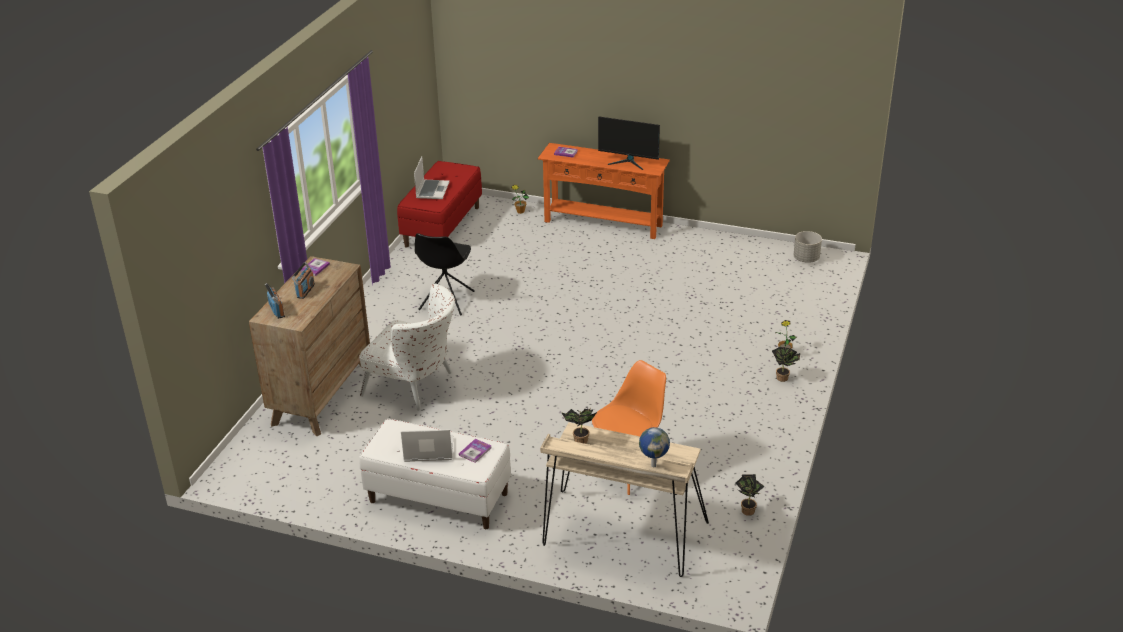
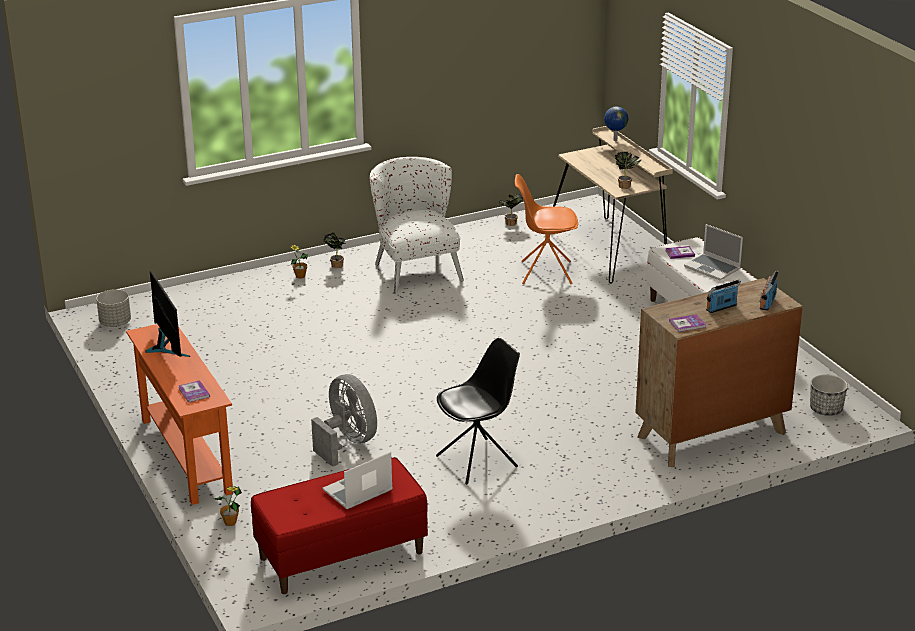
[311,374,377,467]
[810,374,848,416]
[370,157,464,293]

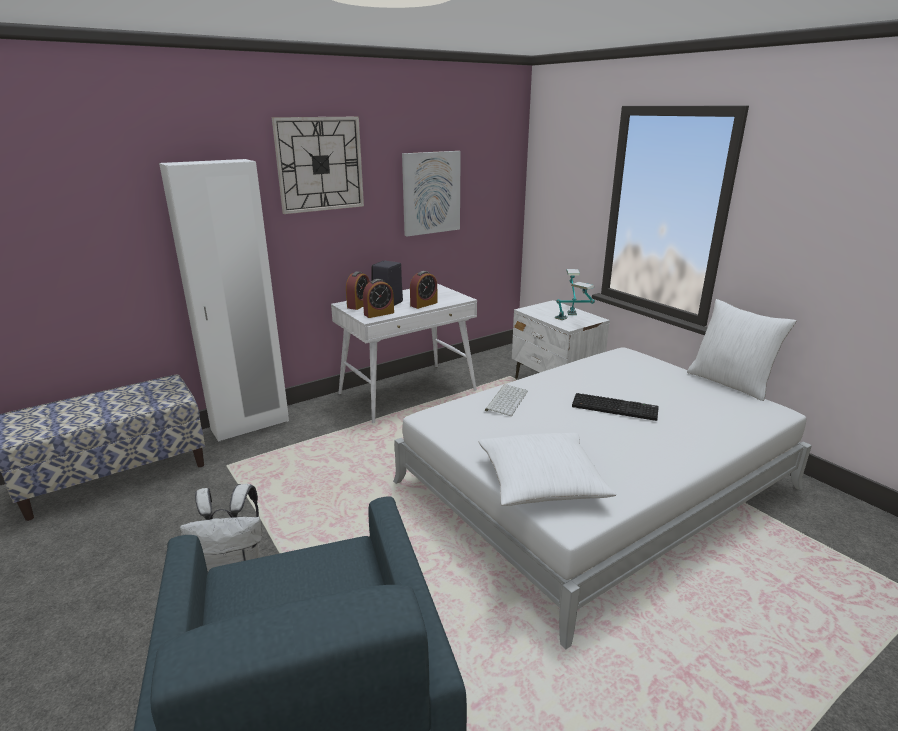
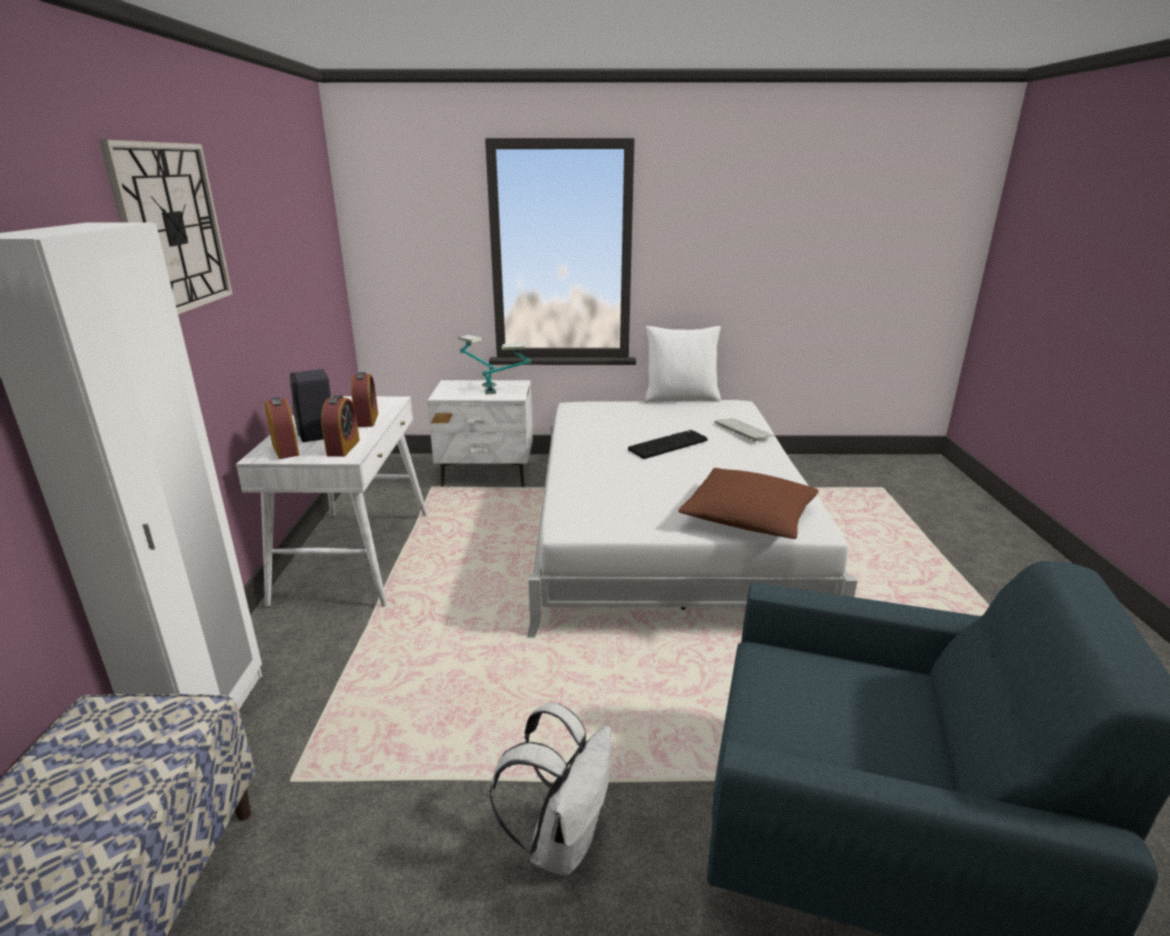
[402,151,461,236] (first image)
[714,418,775,441]
[678,468,819,539]

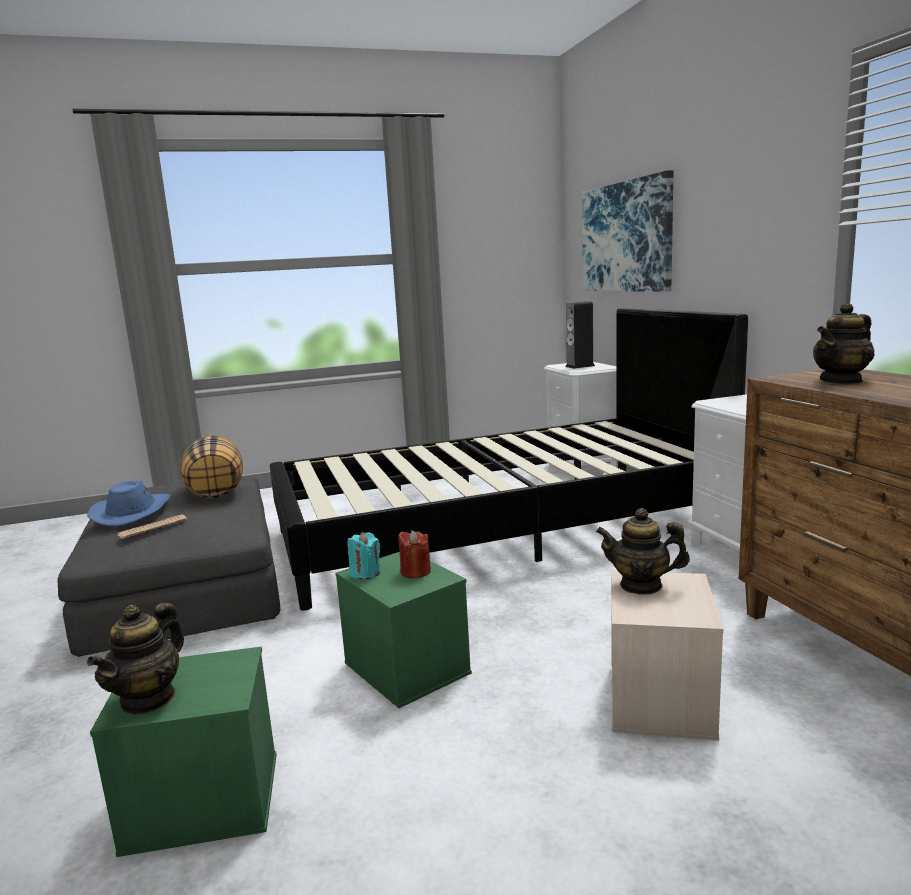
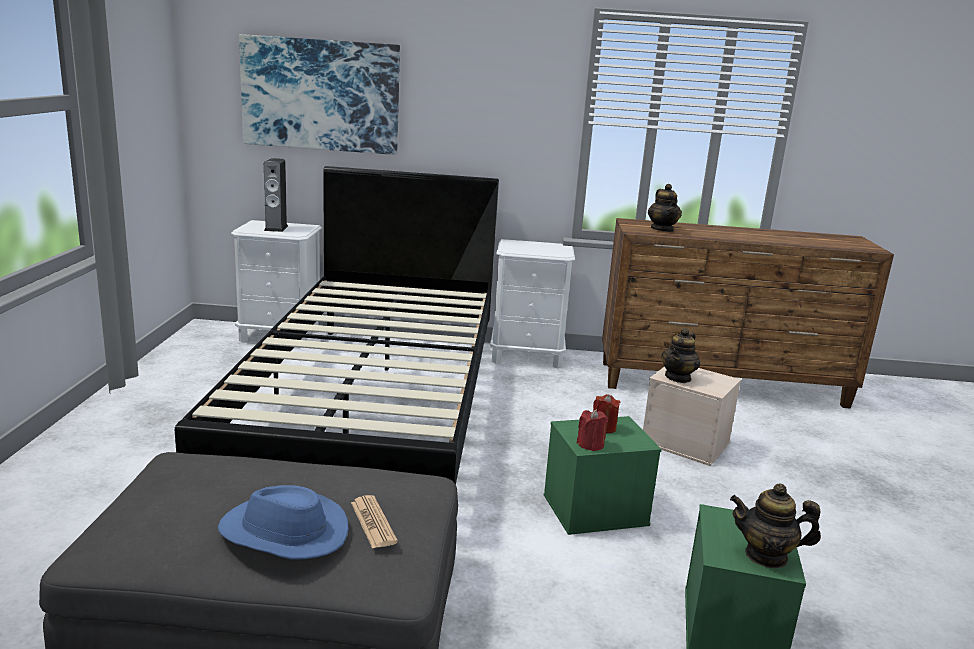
[180,436,243,498] (first image)
[577,409,608,451]
[730,484,821,569]

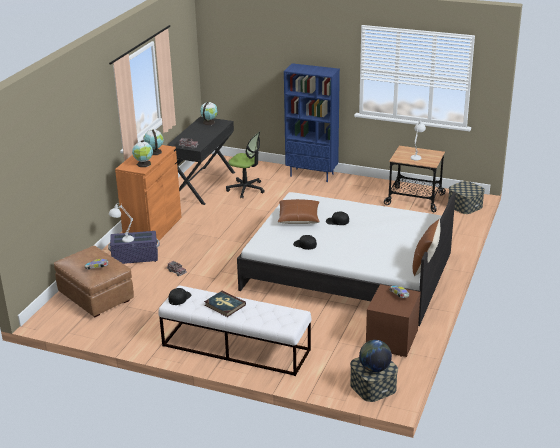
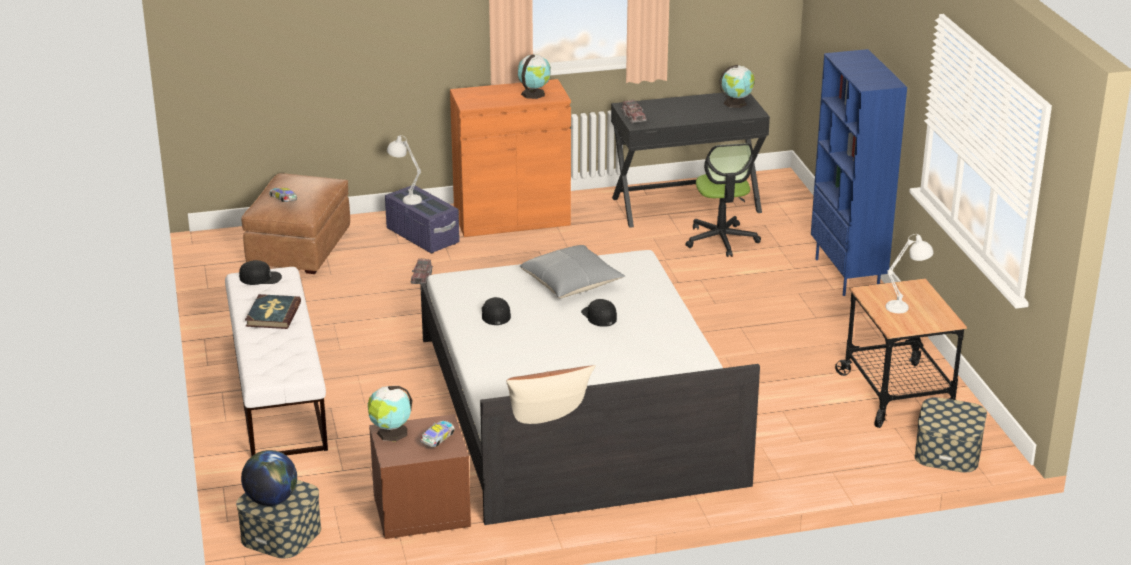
[368,386,412,441]
[520,245,625,298]

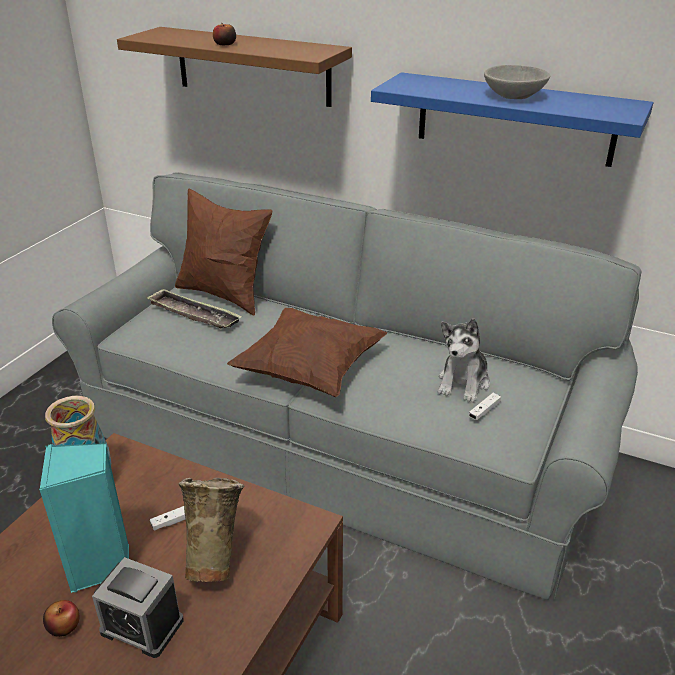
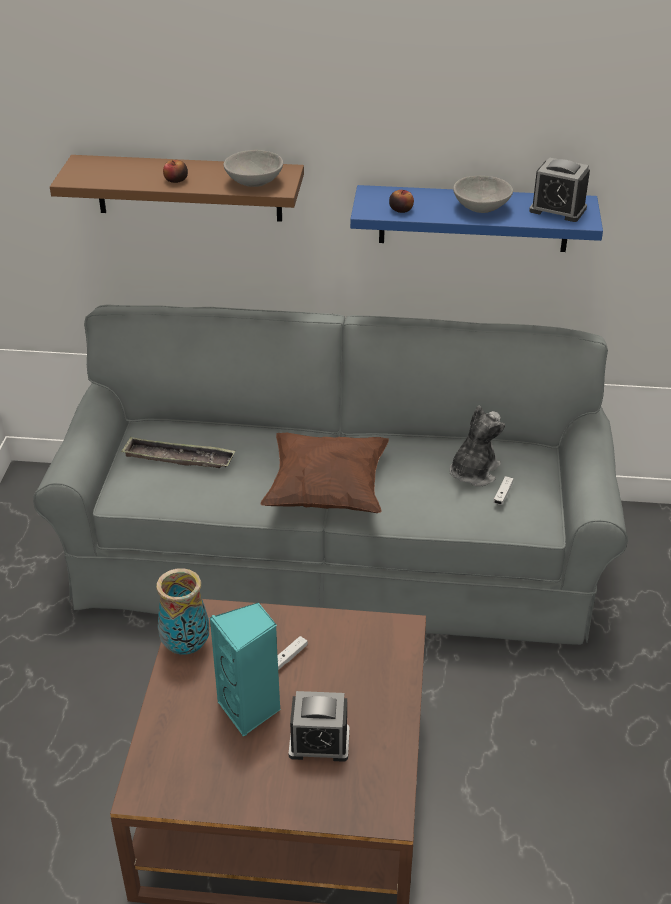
[175,189,272,316] (first image)
[178,478,245,582] (first image)
[224,150,283,187]
[529,157,590,222]
[389,190,414,213]
[449,405,505,487]

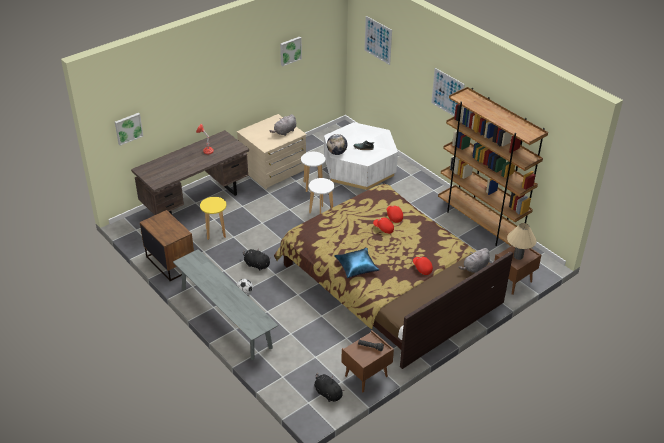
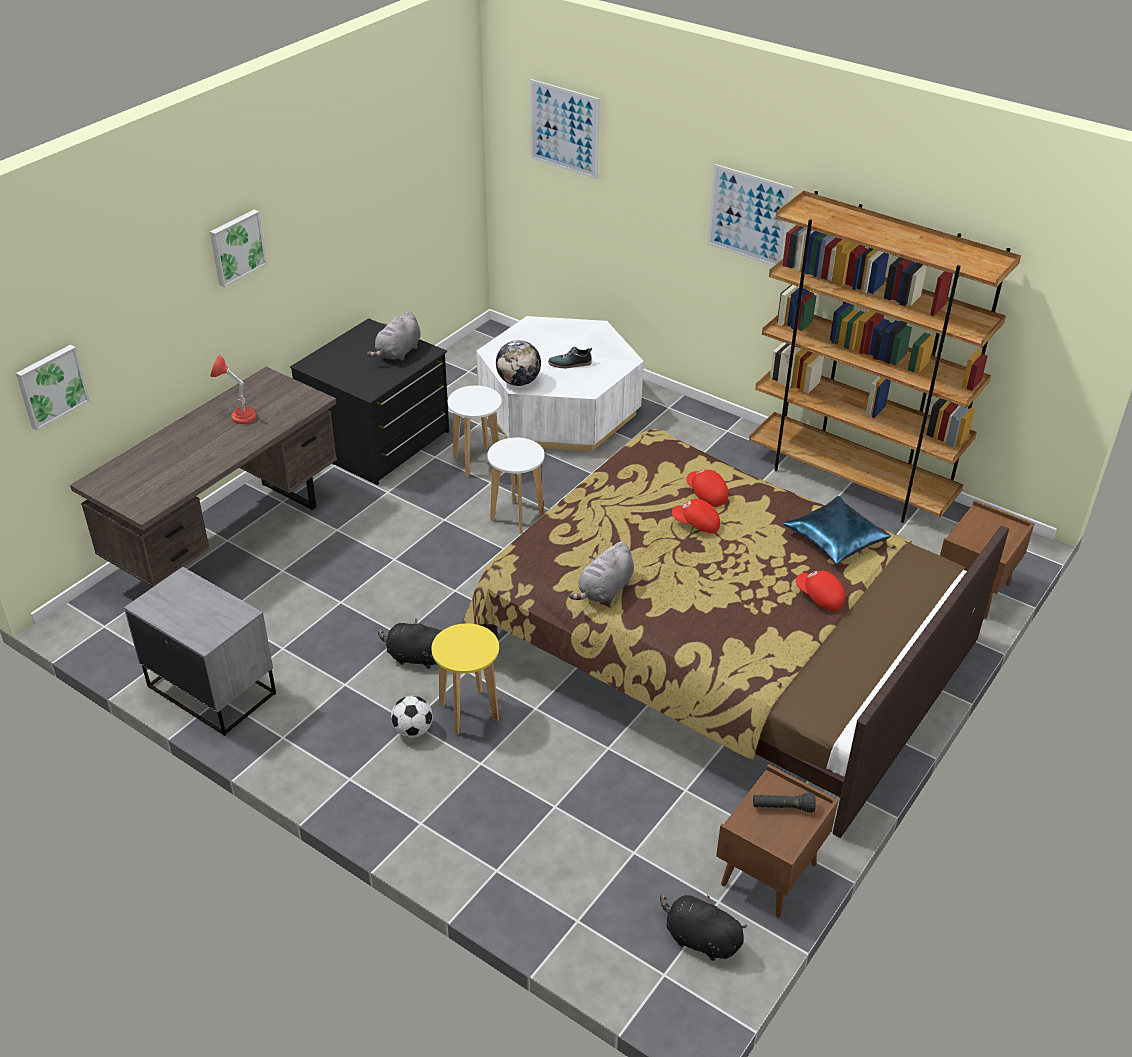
[173,249,278,360] (first image)
[507,223,537,260] (first image)
[431,623,499,735]
[210,210,267,288]
[783,496,891,564]
[569,542,634,603]
[124,567,276,736]
[290,318,449,485]

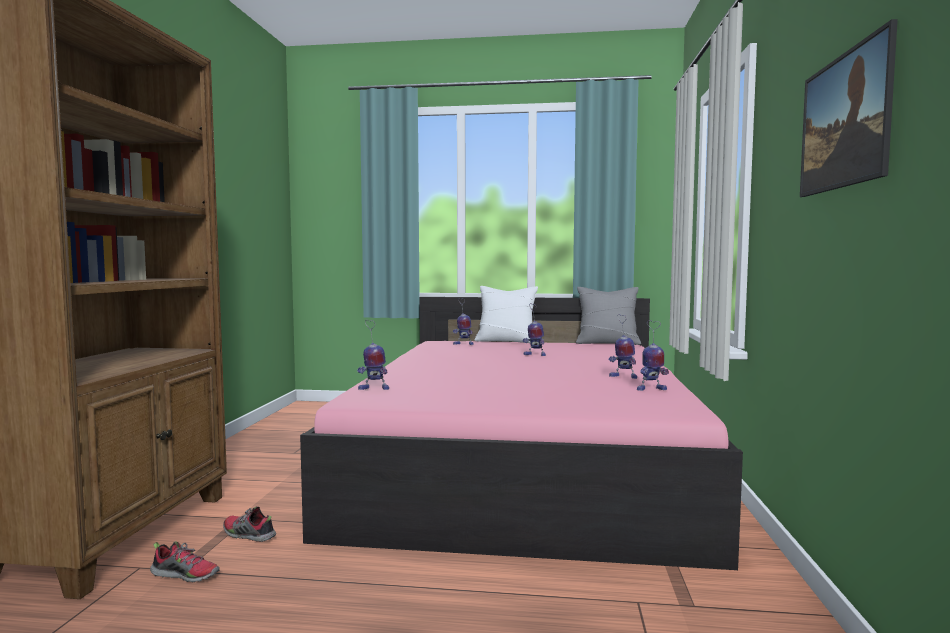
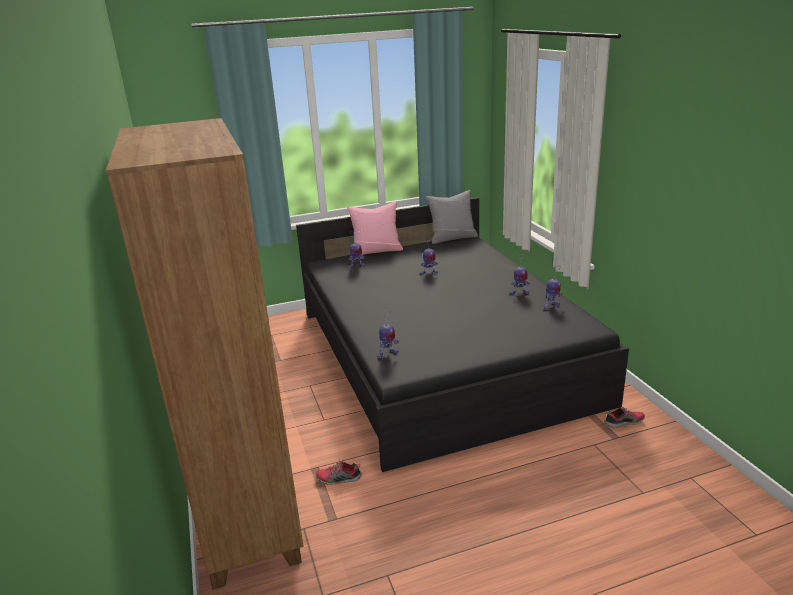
[800,19,898,197] (first image)
[604,406,645,428]
[296,197,629,472]
[347,202,403,255]

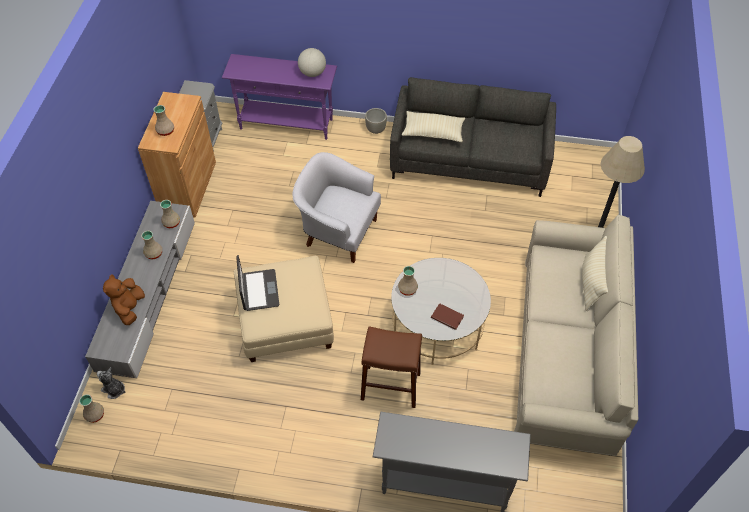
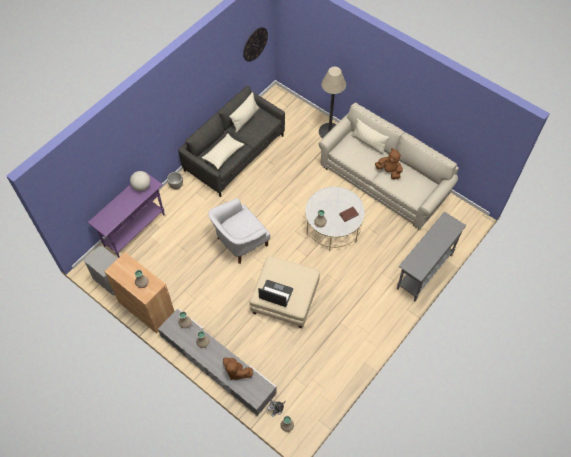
[361,327,422,408] (first image)
[229,92,259,133]
[243,27,268,62]
[375,148,403,180]

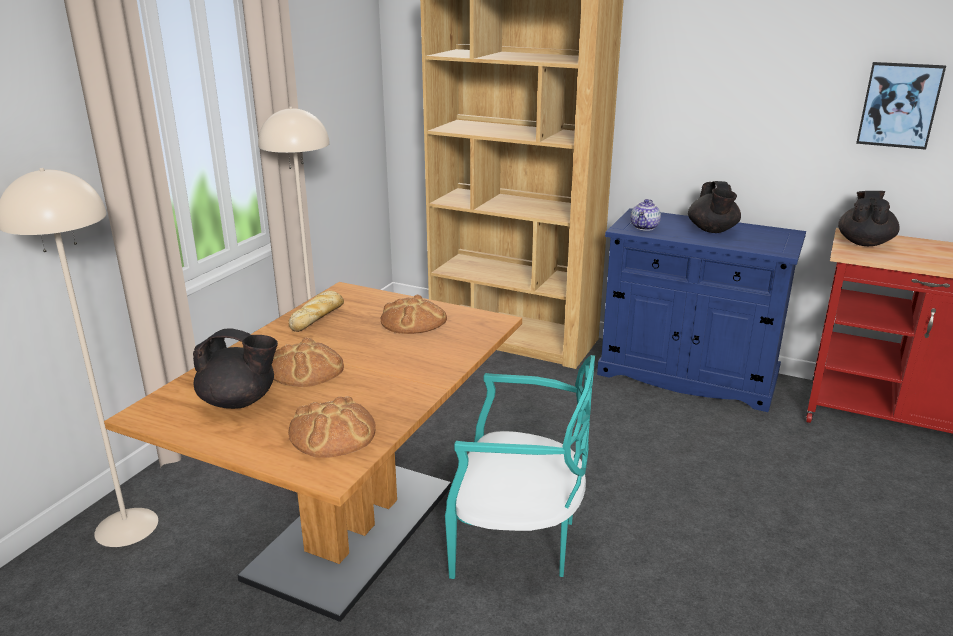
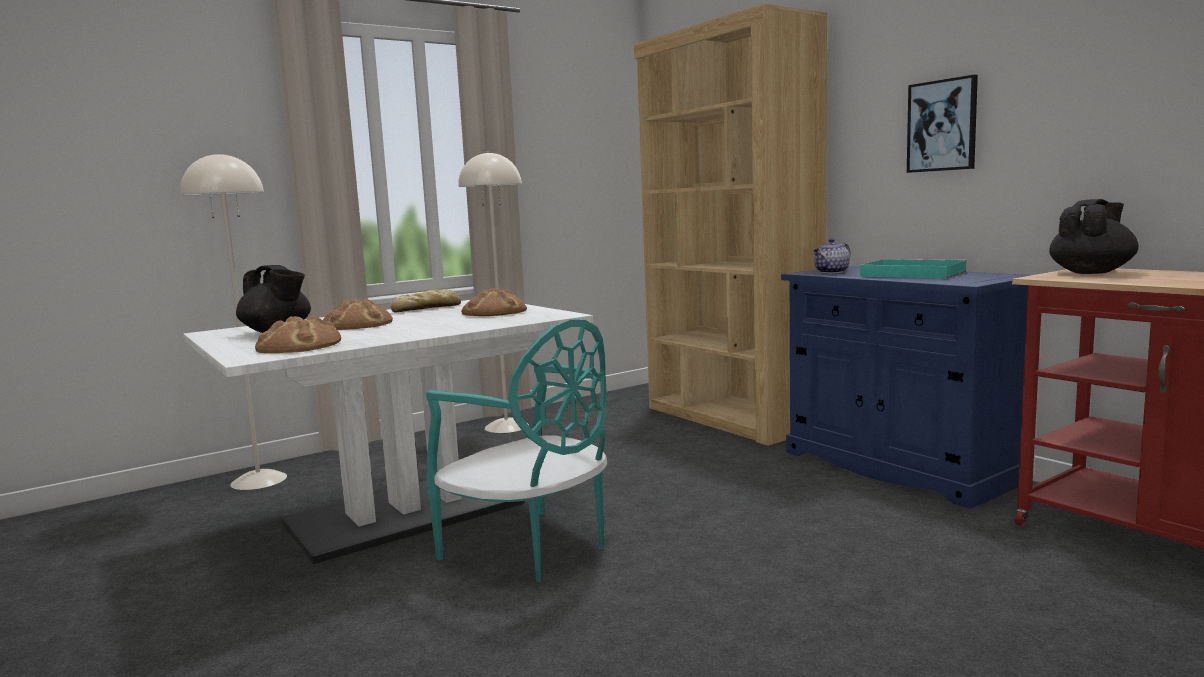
[907,75,978,173]
[860,259,967,279]
[183,300,593,564]

